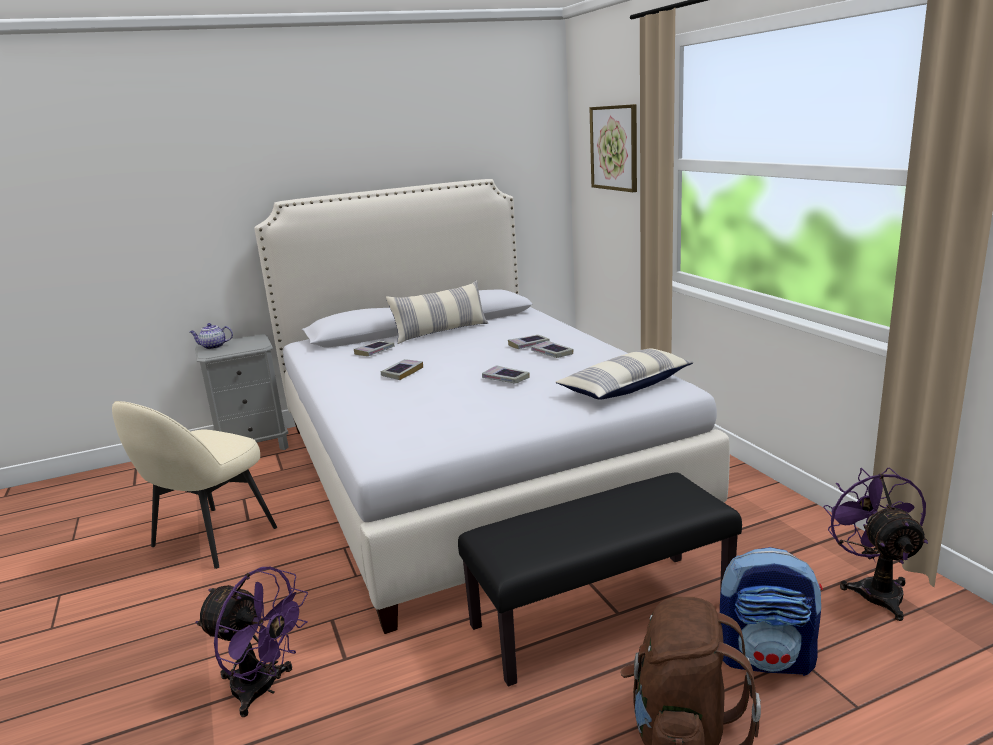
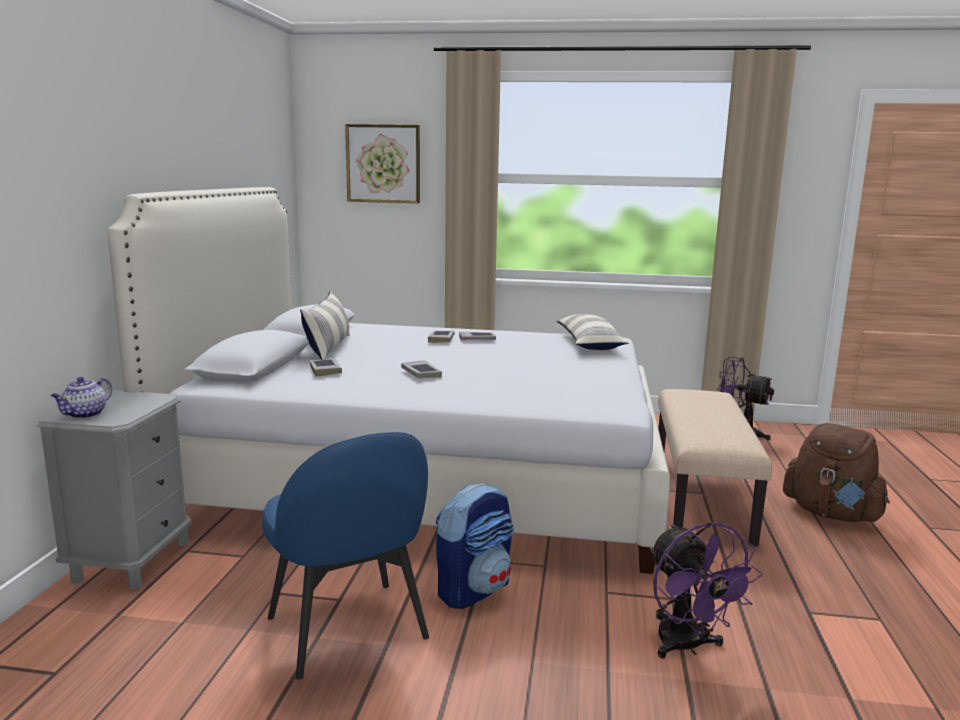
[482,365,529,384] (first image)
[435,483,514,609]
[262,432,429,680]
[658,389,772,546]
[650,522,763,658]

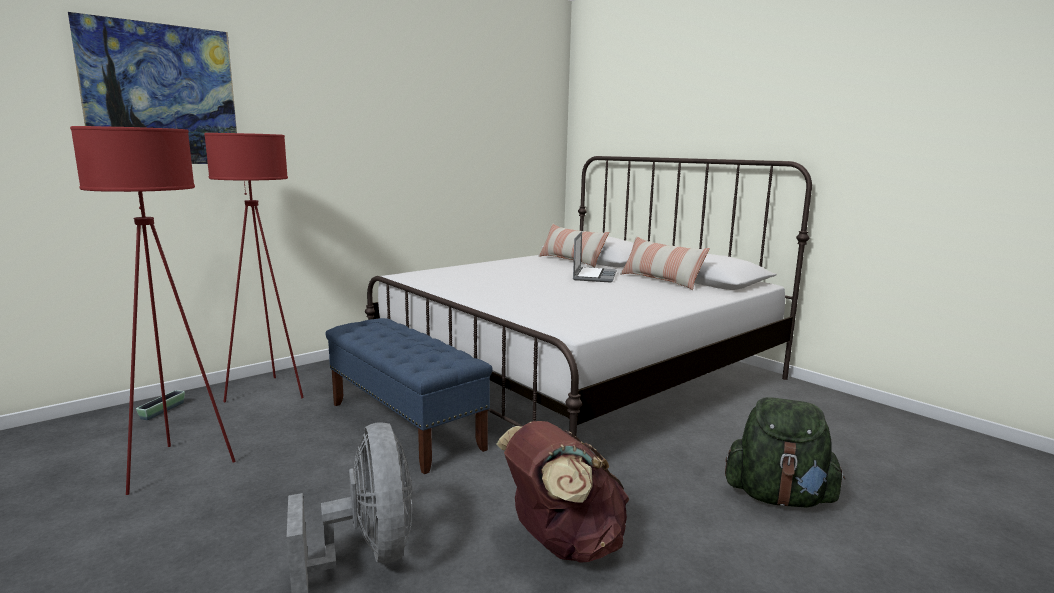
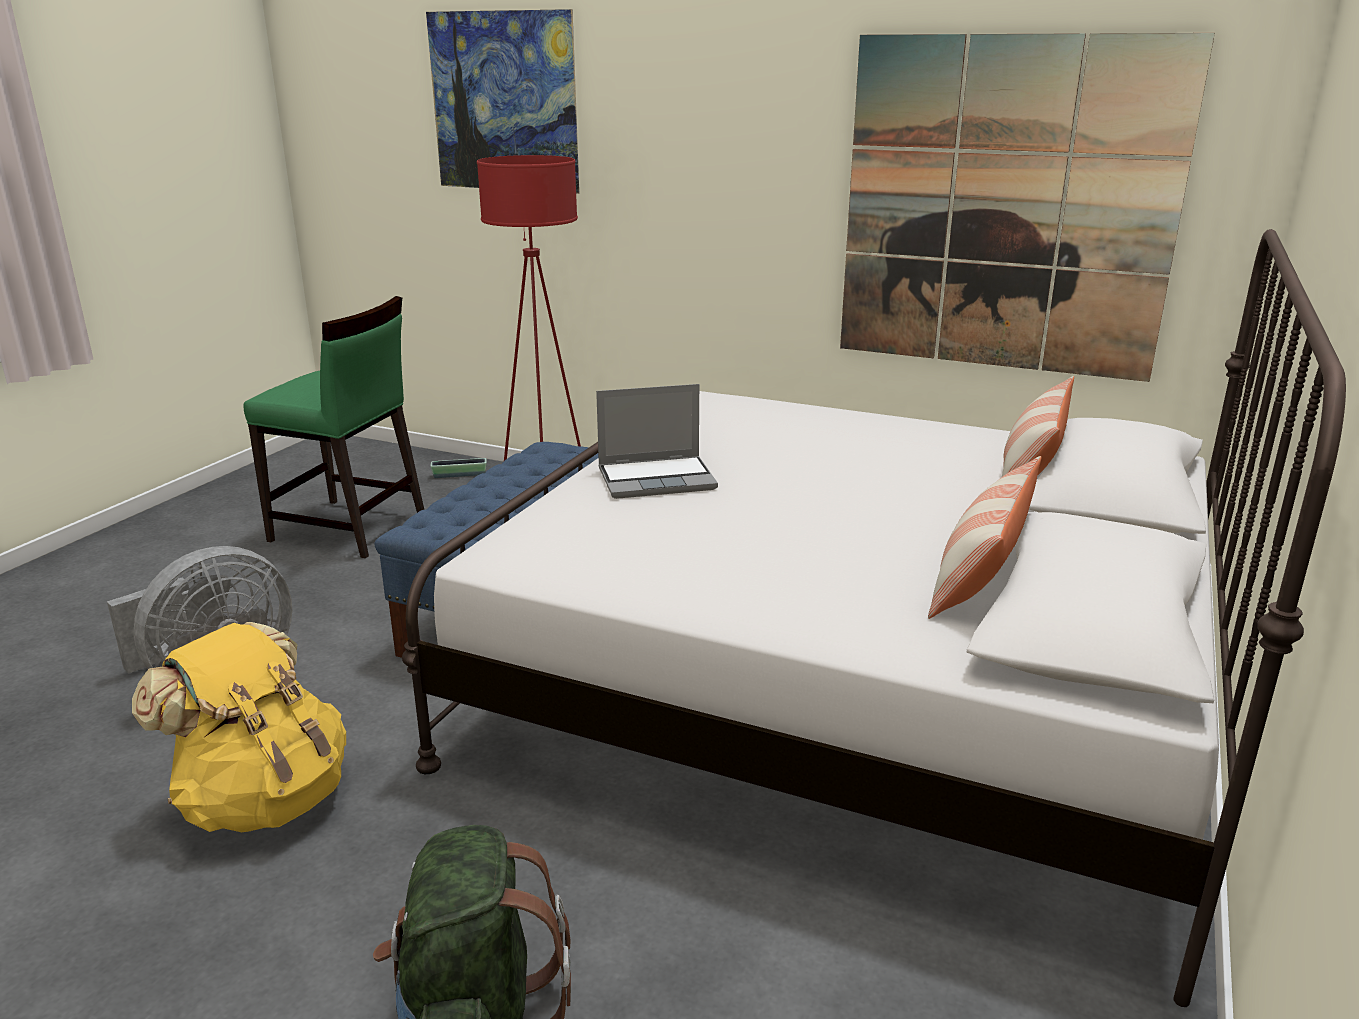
[840,33,1215,382]
[596,384,718,499]
[244,296,424,558]
[132,622,346,833]

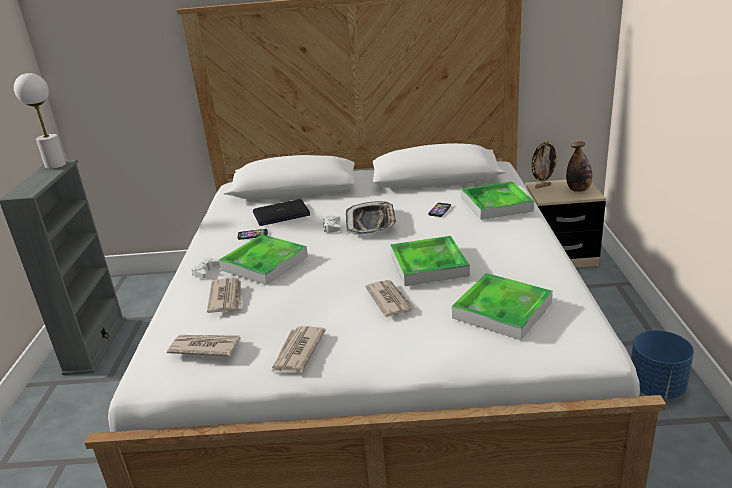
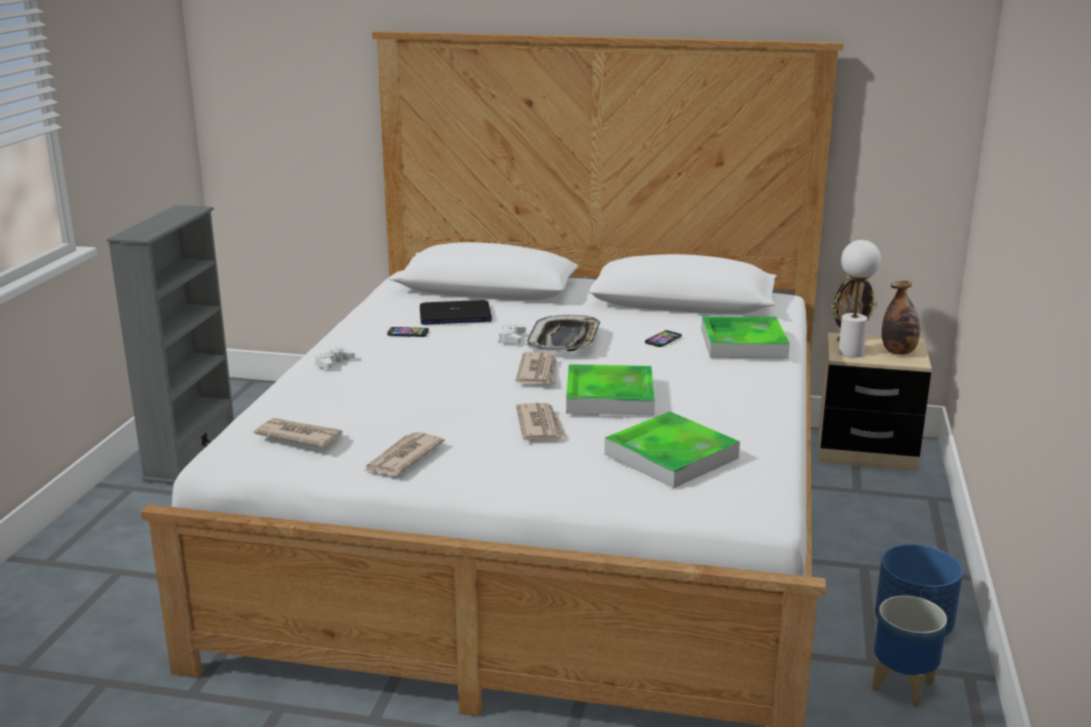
[219,234,308,285] (first image)
[872,595,947,707]
[838,240,881,357]
[516,352,556,384]

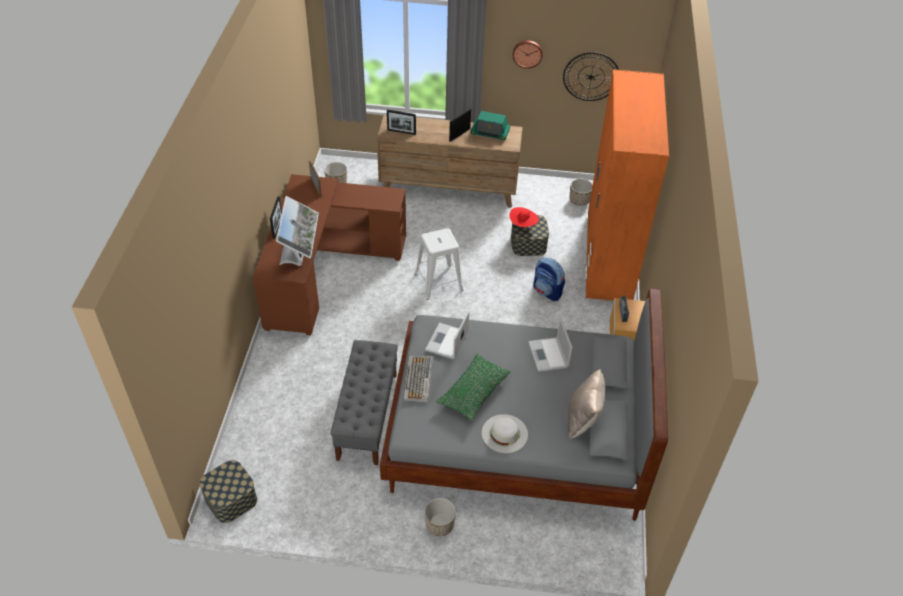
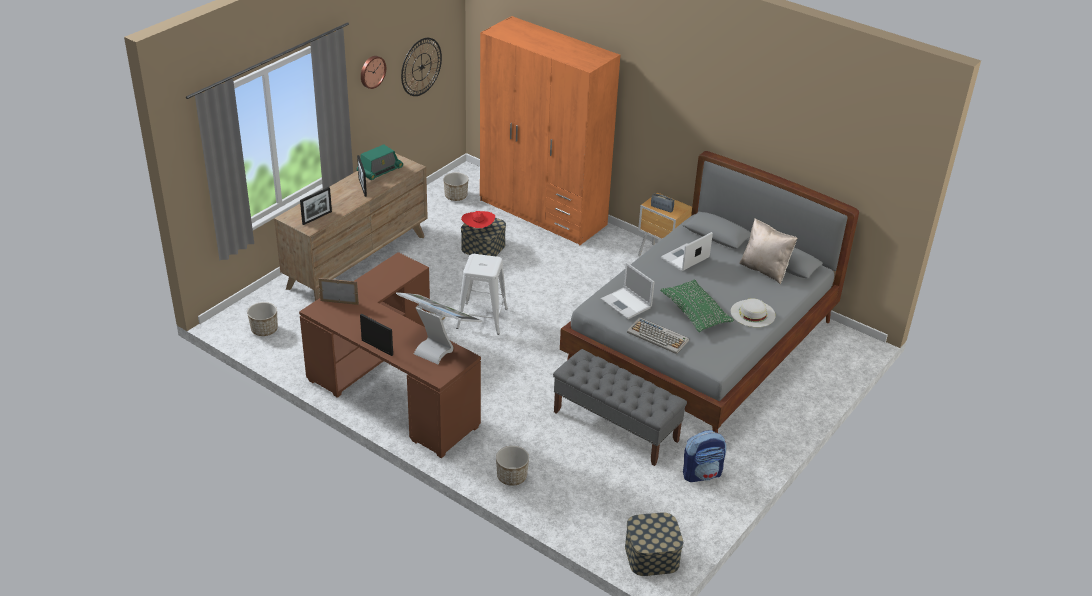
[496,446,529,486]
[683,430,726,482]
[661,232,713,271]

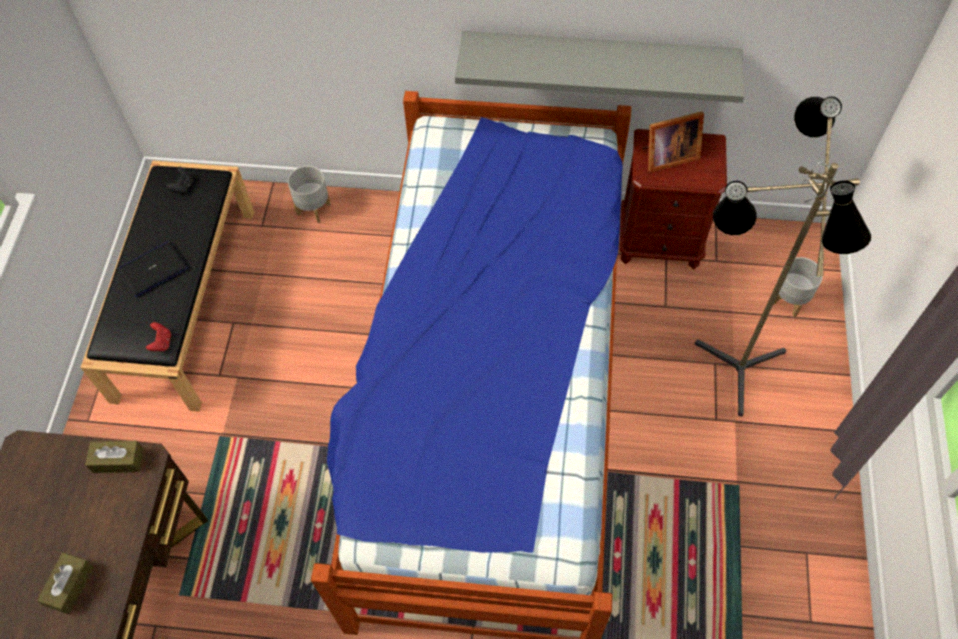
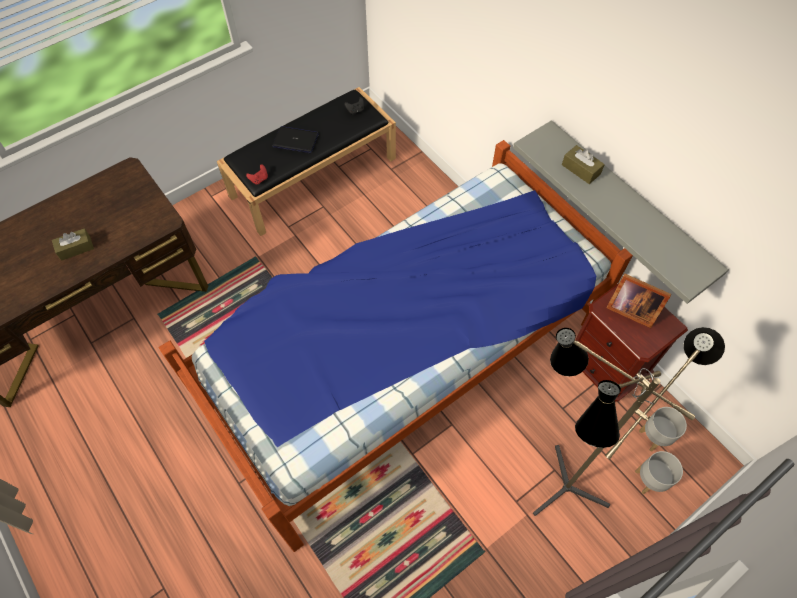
[562,145,605,184]
[639,407,687,451]

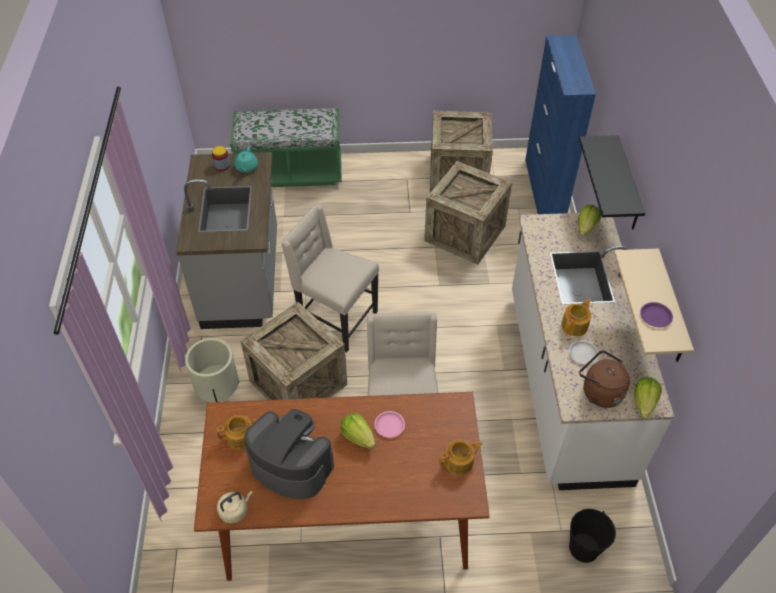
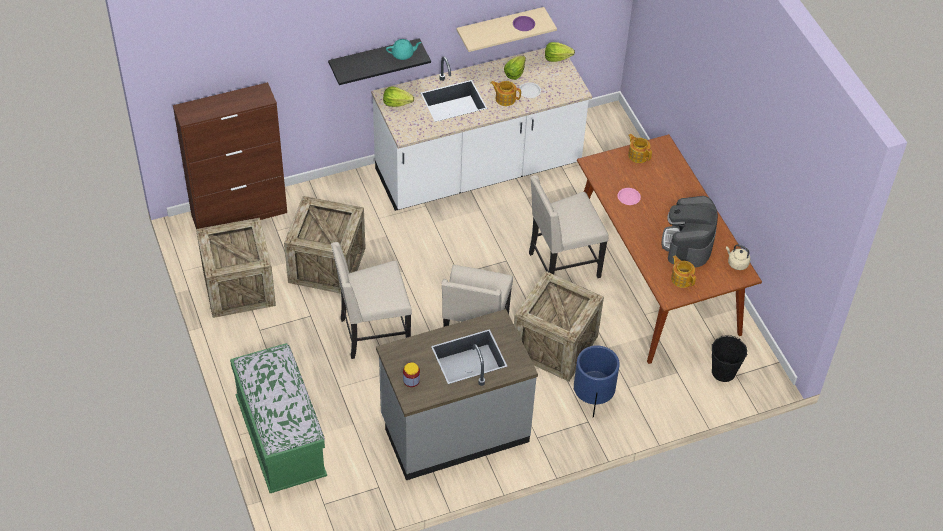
[579,350,630,408] (first image)
[331,242,412,359]
[386,39,421,60]
[504,56,526,80]
[712,335,748,382]
[574,345,620,417]
[173,82,287,229]

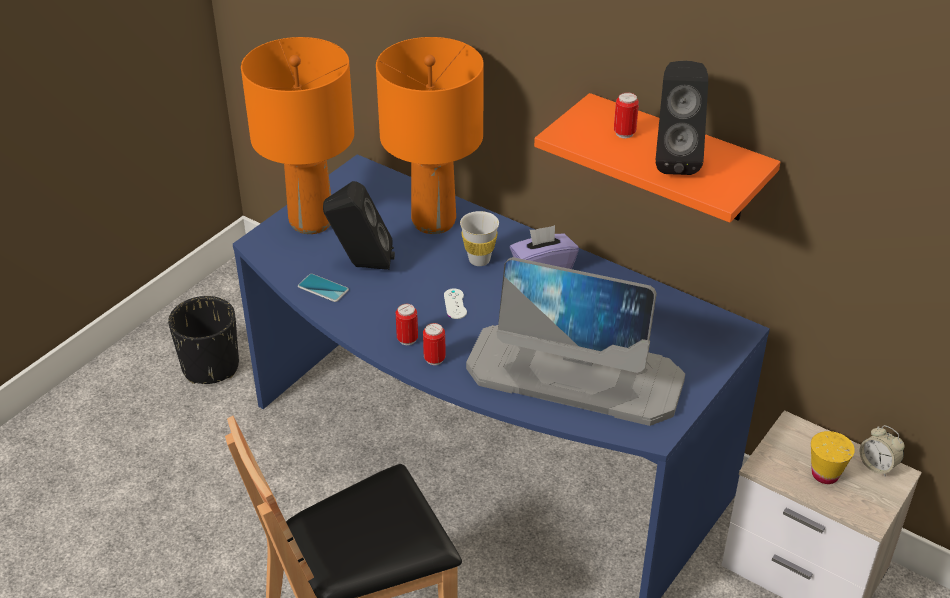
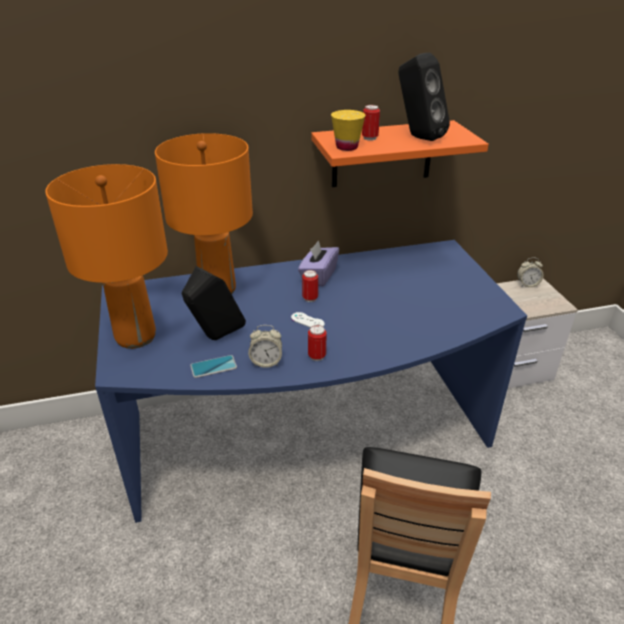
[168,296,239,384] (first image)
[460,211,499,266] (first image)
[466,257,685,426] (first image)
[248,325,282,368]
[302,270,318,302]
[331,110,366,151]

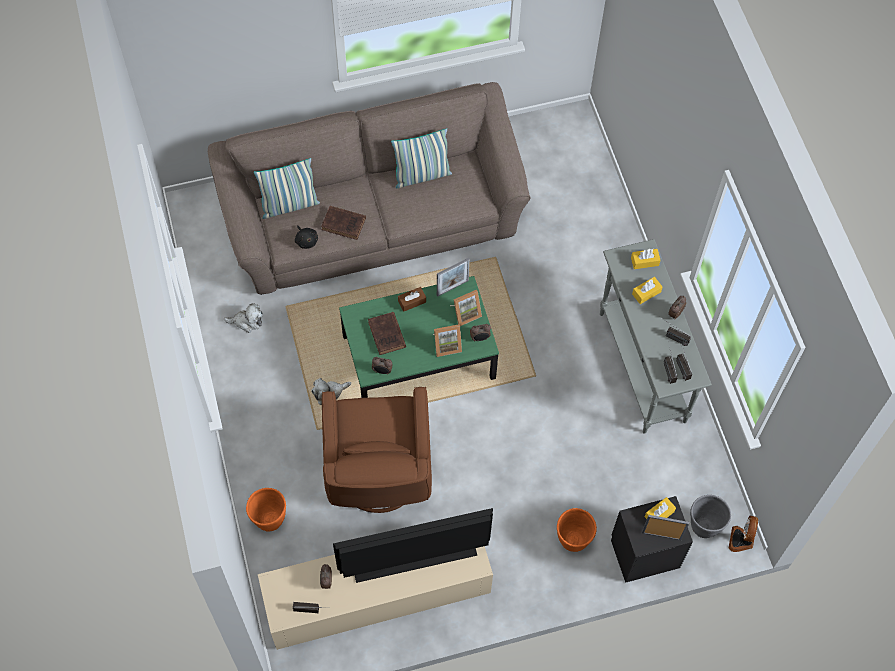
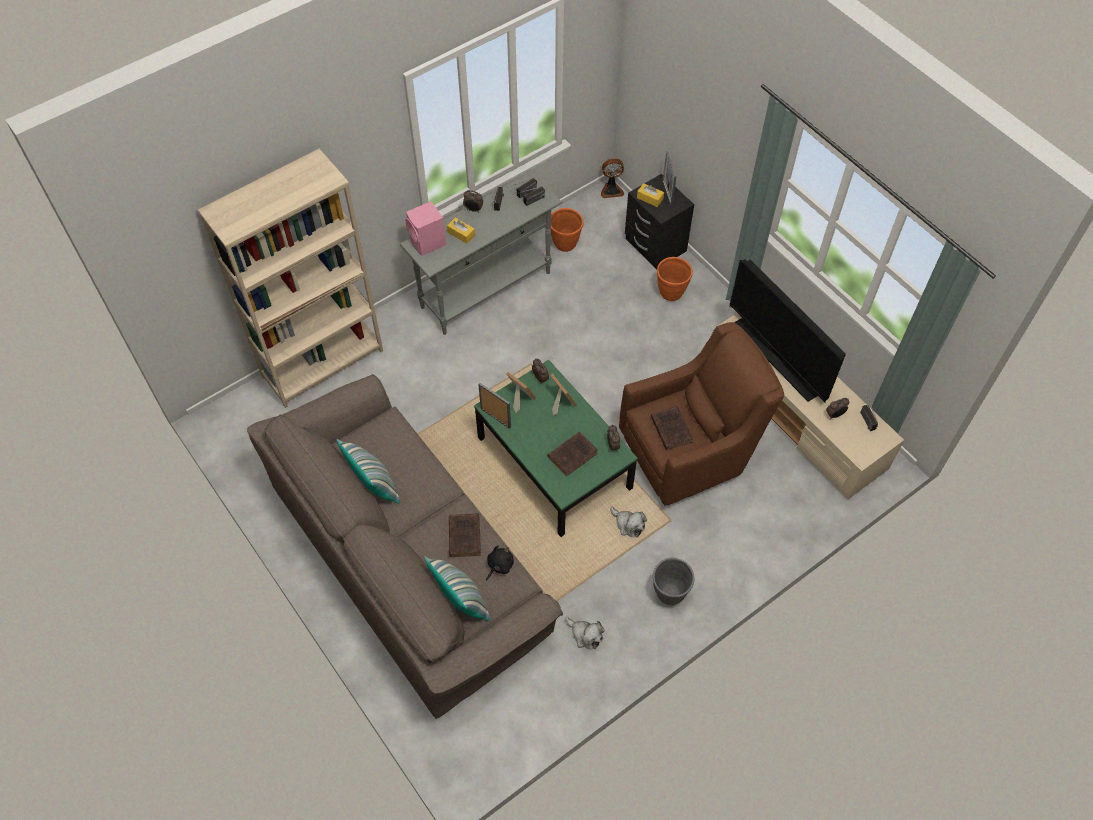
[398,287,426,312] (first image)
[198,149,383,408]
[651,406,693,450]
[551,208,583,252]
[653,558,694,605]
[405,201,446,256]
[565,617,605,650]

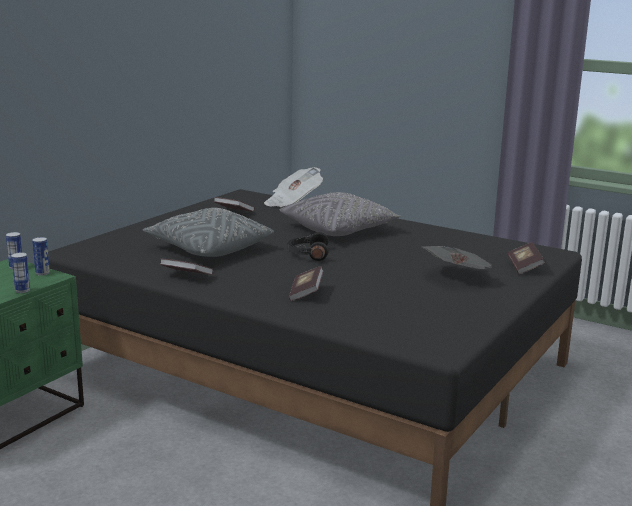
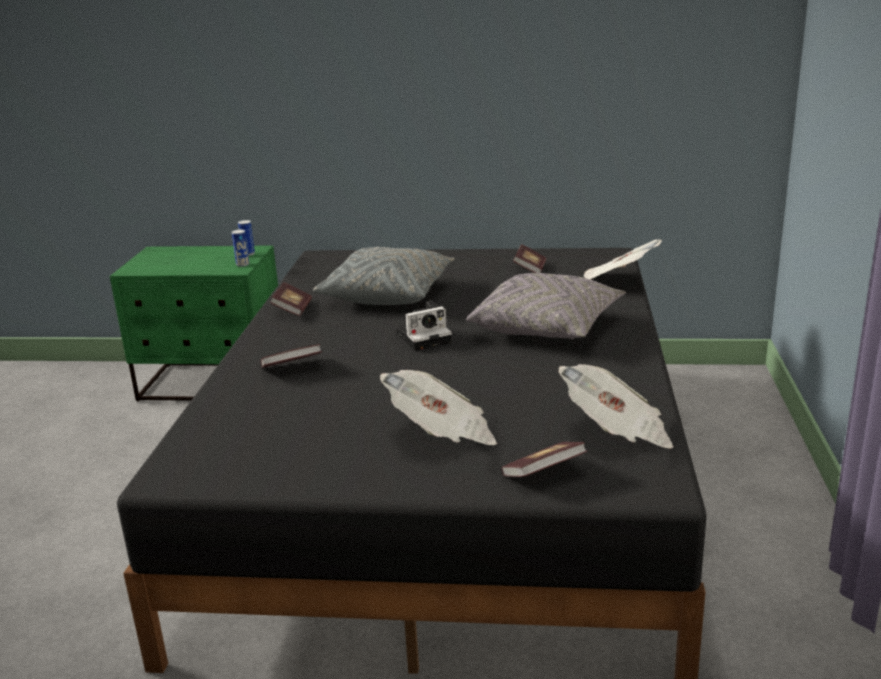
[11,252,30,293] (first image)
[558,364,673,449]
[396,300,452,351]

